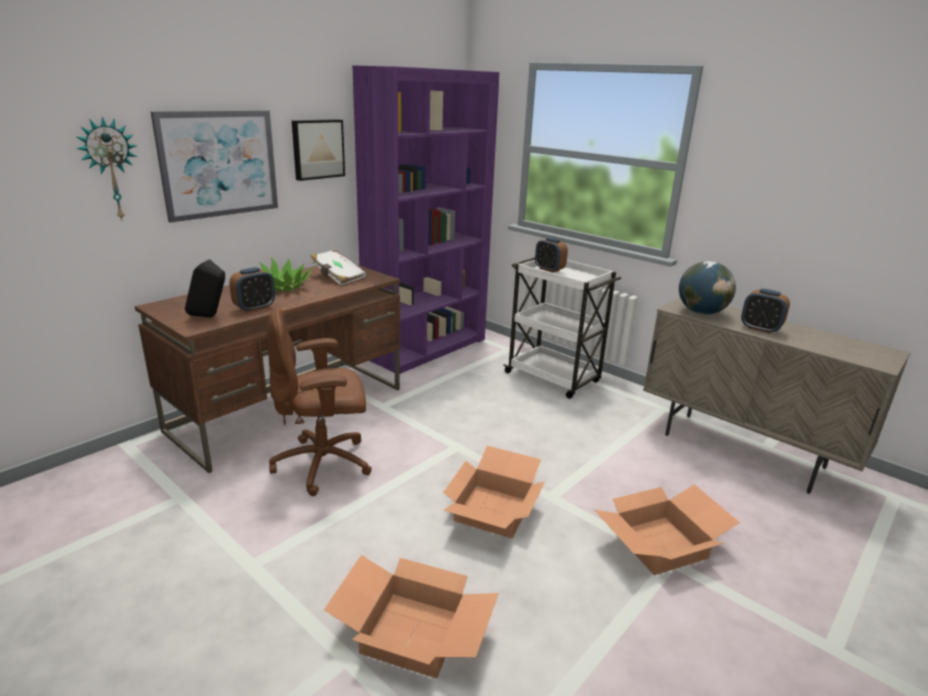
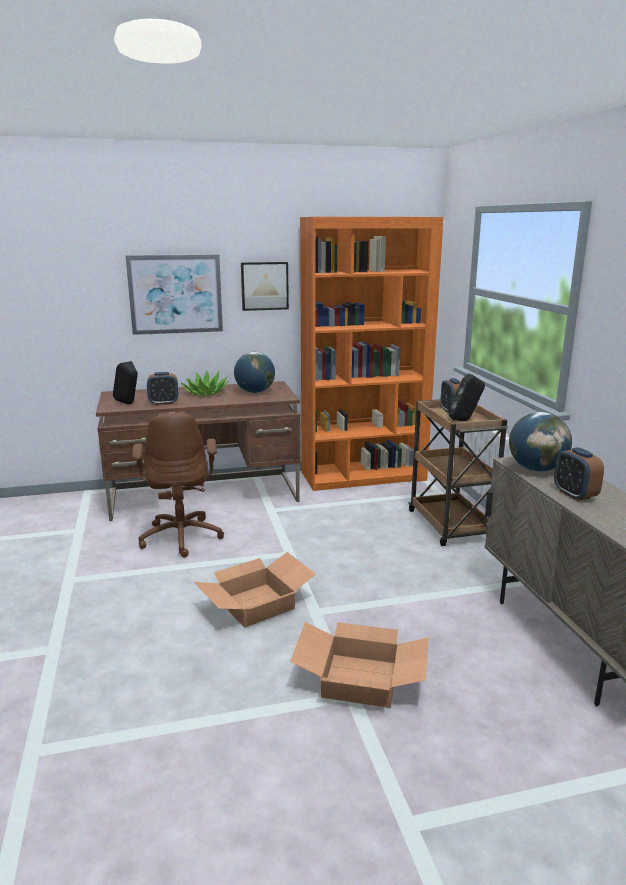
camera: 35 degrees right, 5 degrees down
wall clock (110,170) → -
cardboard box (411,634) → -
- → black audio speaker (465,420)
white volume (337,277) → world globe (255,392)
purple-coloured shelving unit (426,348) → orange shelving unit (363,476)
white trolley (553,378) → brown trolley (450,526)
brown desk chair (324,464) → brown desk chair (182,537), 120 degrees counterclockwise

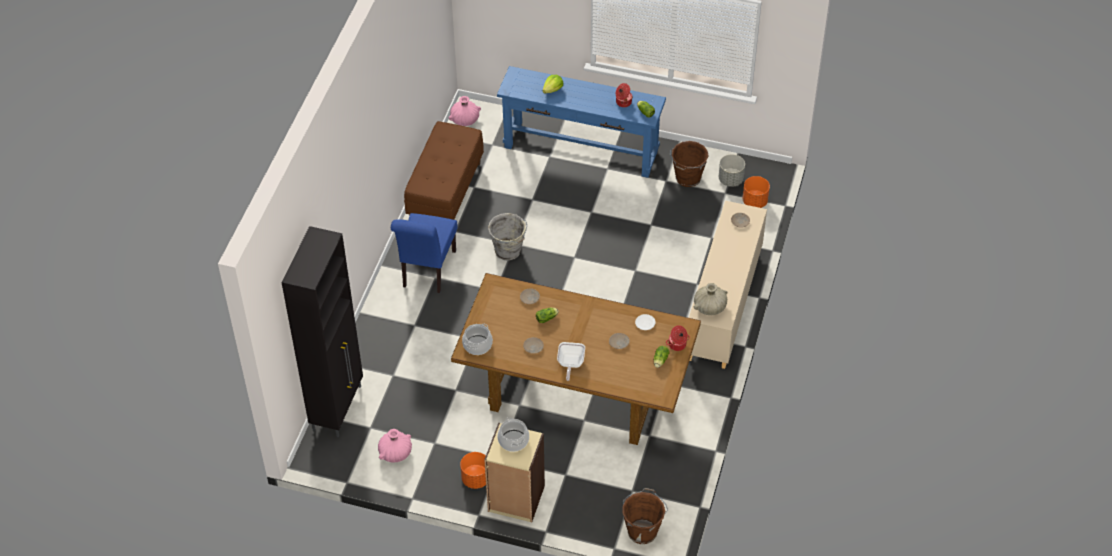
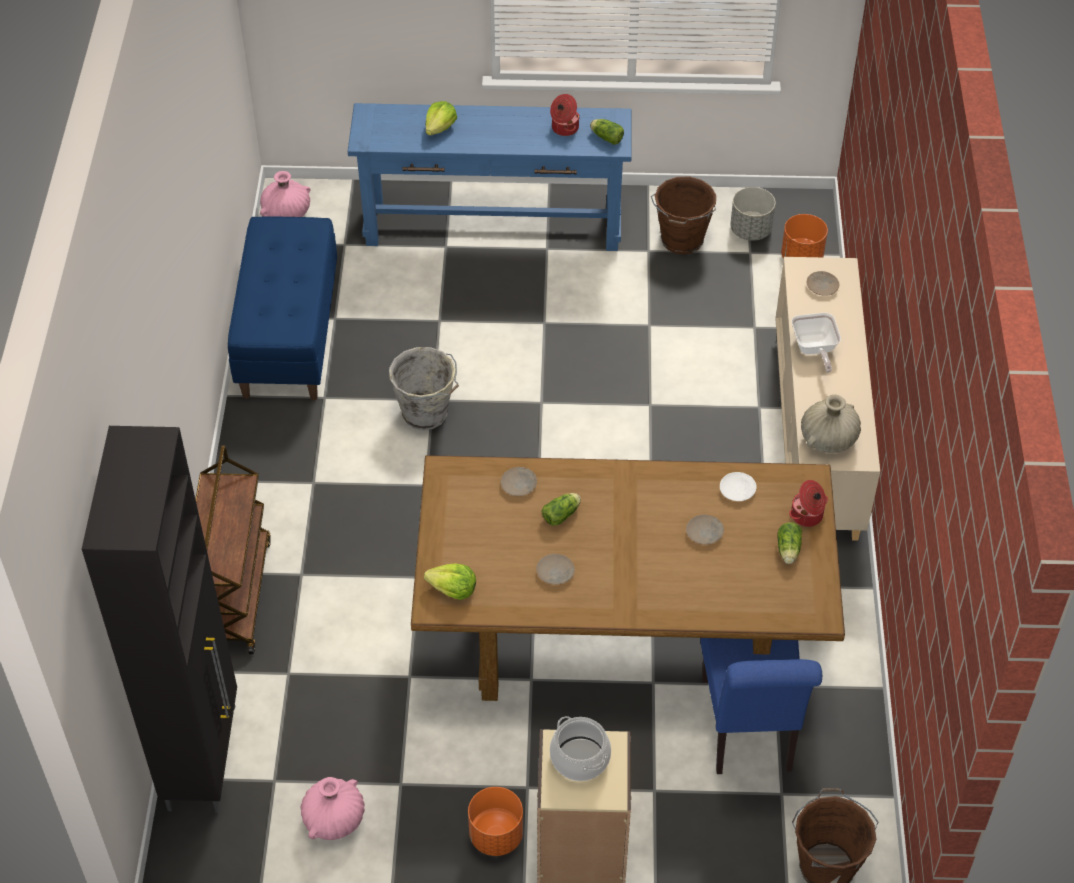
camera: 15 degrees left, 0 degrees up
- → brown trolley (233,594)
blue-coloured upright chair (427,271) → blue-coloured upright chair (748,731), relocated
skillet (570,364) → skillet (814,349), relocated
cooking pot (477,345) → lettuce head (453,590)
brown bench (445,192) → blue-coloured bench (288,335)

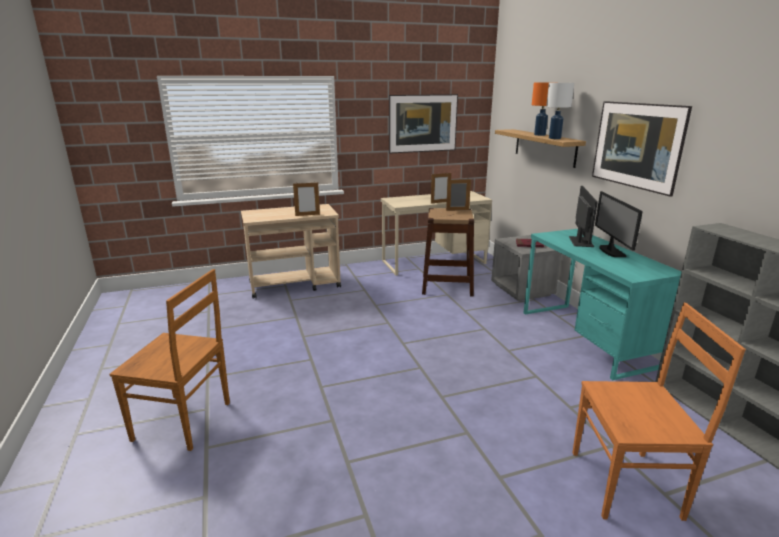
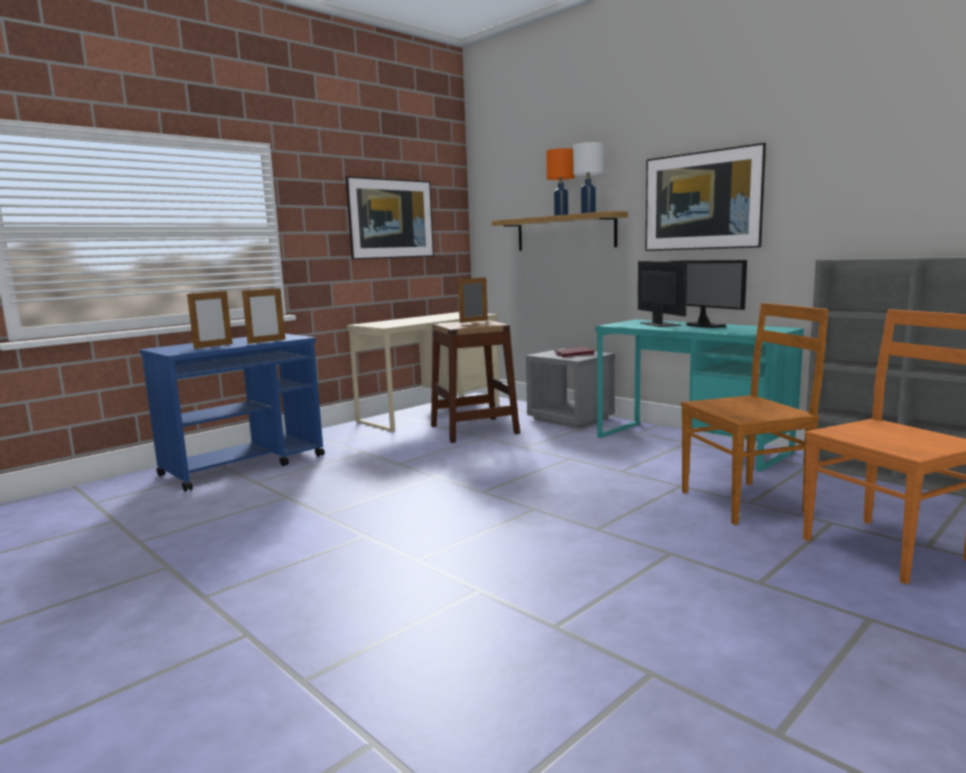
camera: 25 degrees left, 10 degrees down
brown upright chair (185,422) → brown upright chair (745,502), relocated
picture frame (440,202) → picture frame (213,346), relocated
beige-coloured trolley (295,285) → blue-coloured trolley (245,465)

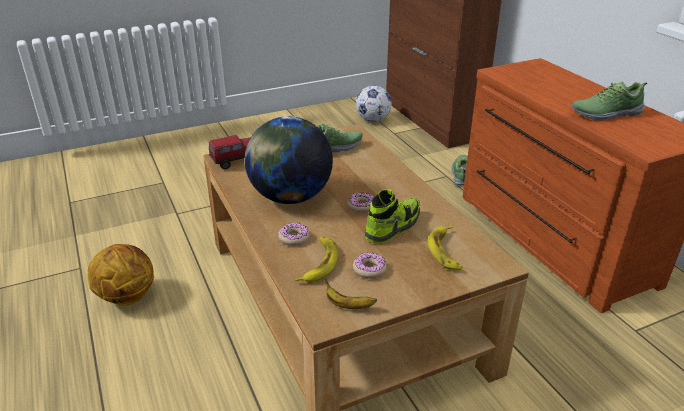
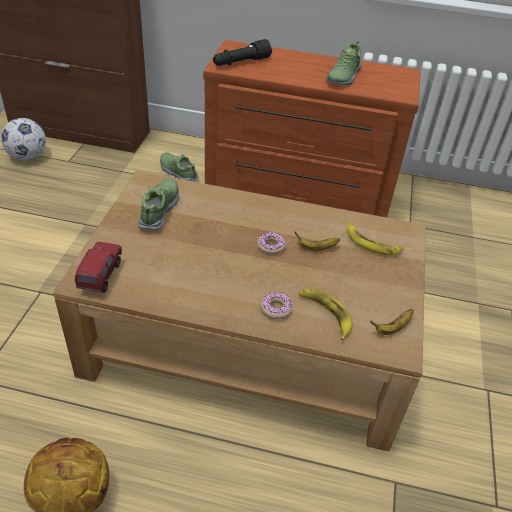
camera: 55 degrees left, 10 degrees up
world globe (290,197) → -
donut (369,269) → -
- → black flashlight (241,63)
item of footwear (392,227) → banana fruit (316,248)

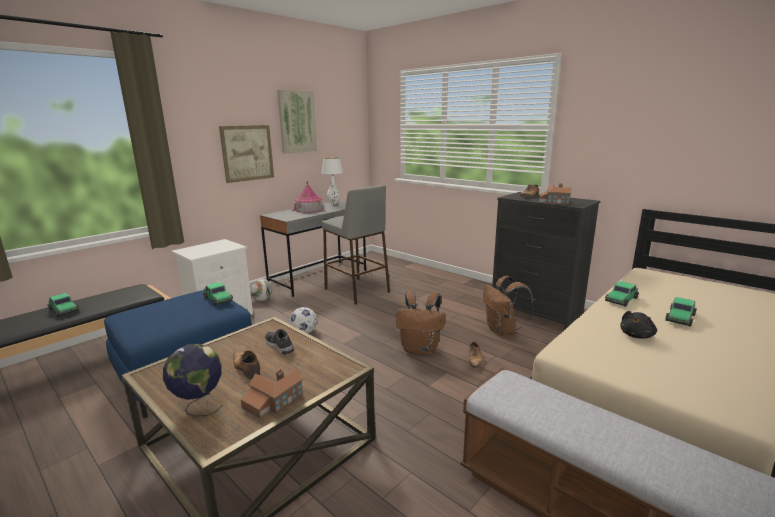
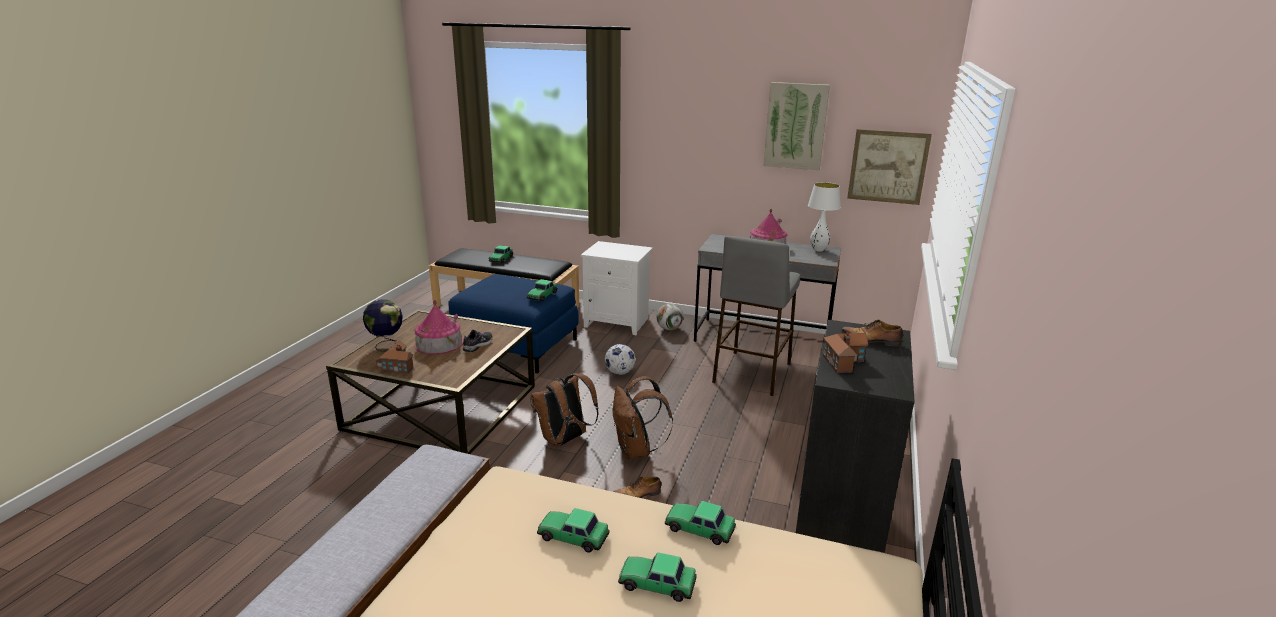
camera: 65 degrees right, 5 degrees up
picture (247,153) → picture (888,166), relocated
brown backpack (502,331) → brown backpack (564,440), relocated
item of footwear (246,368) → model house (439,343)
black plush toy (637,335) → miniature car (573,536)

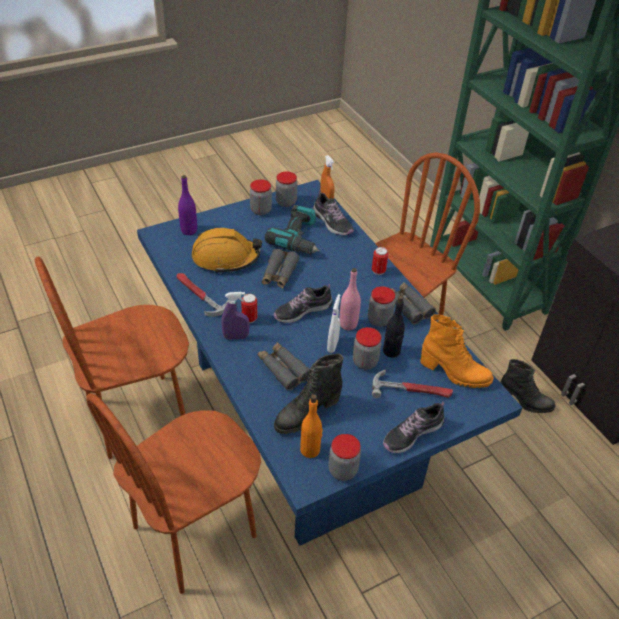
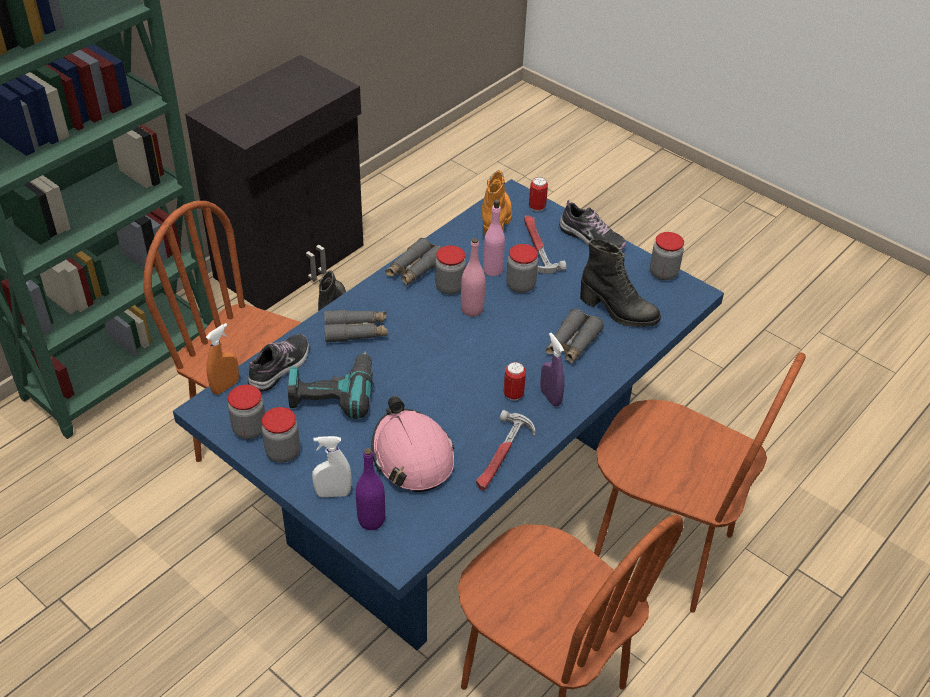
camera: 110 degrees left, 0 degrees up
item of footwear (302,311) → -
orange bottle (310,450) → -
greyish field glasses (279,274) → greyish field glasses (356,331), relocated
white sprayer (332,345) → white sprayer (333,493), relocated
can (378,271) → can (537,207), relocated
orange work helmet (225,257) → pink-coloured work helmet (412,455)
black bottle (391,351) → pink-coloured bottle (493,269)

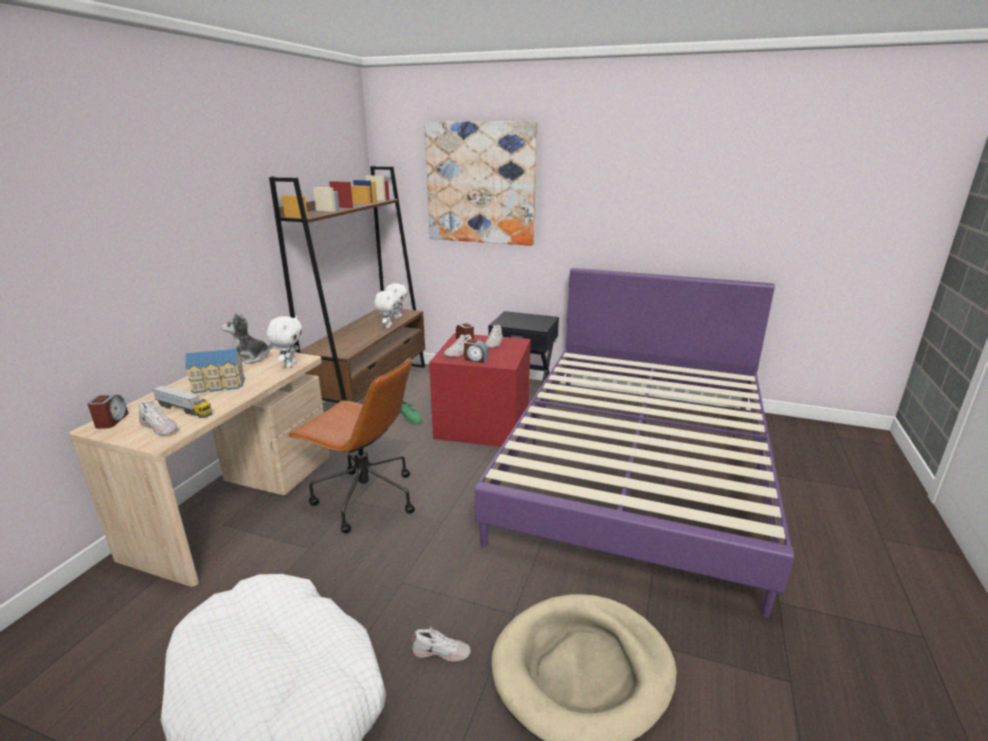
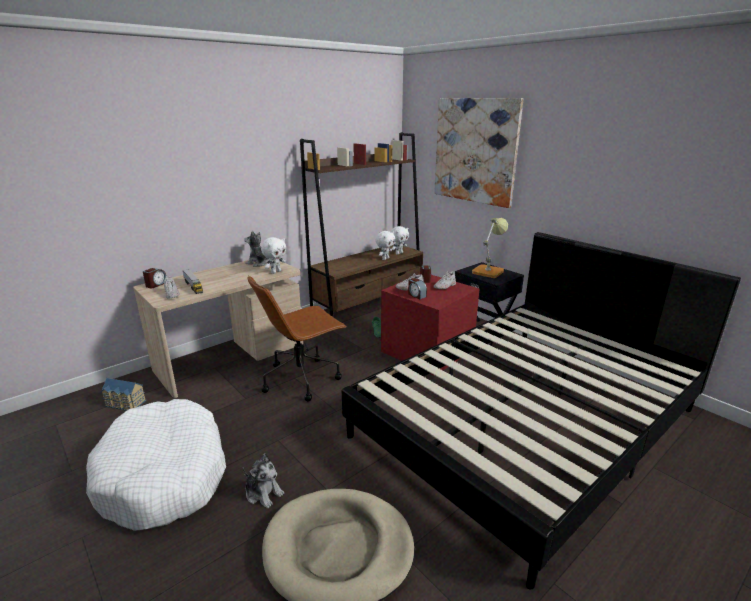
camera: 30 degrees right, 0 degrees up
- → tabletop lamp (489,271)
model house (219,385) → model house (125,403), relocated
white item of footwear (441,652) → plush toy (263,493)
purple-coloured bed (638,467) → black bed (527,422)
brown desk chair (364,498) → brown desk chair (302,378), 90 degrees clockwise

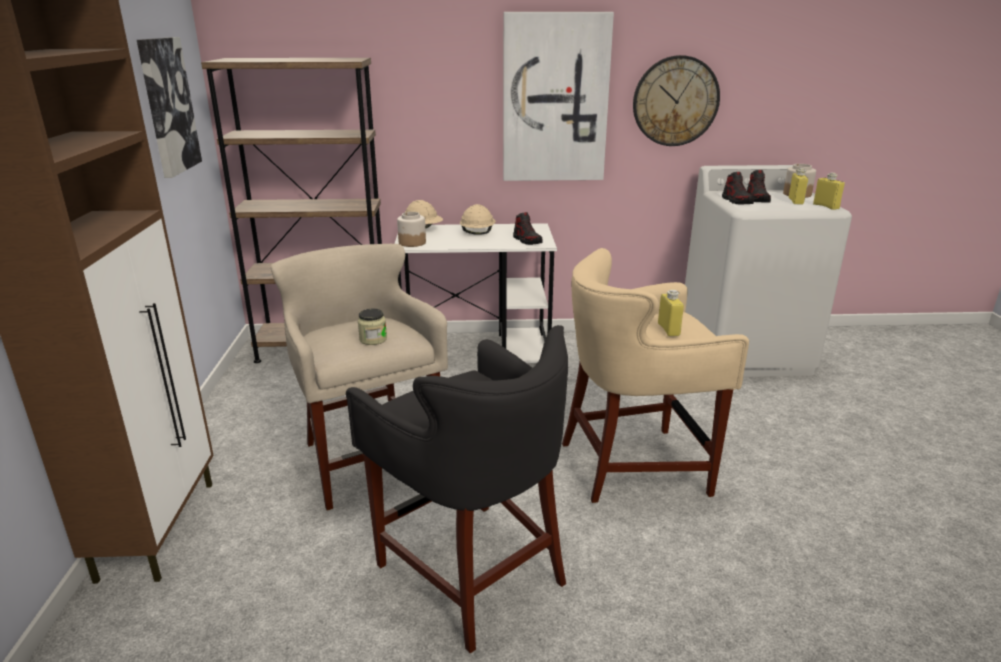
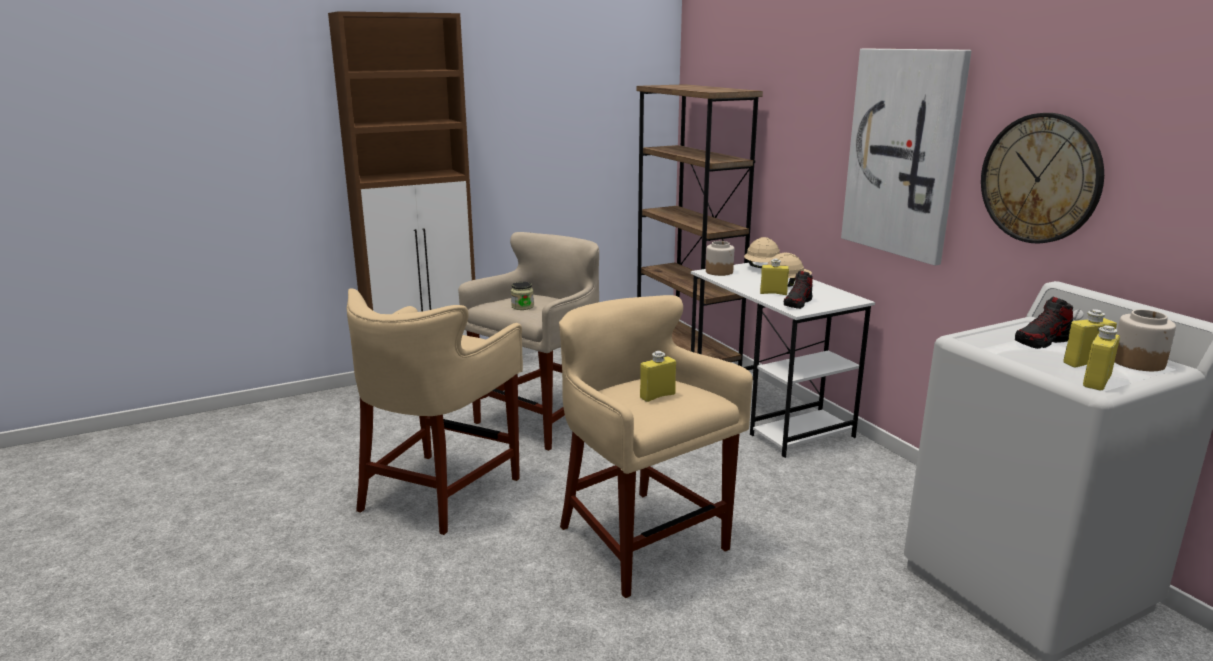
camera: 65 degrees right, 5 degrees down
picture (168,106) → -
item of footwear (737,201) → -
- → yellow bottle (773,293)
black stool (472,570) → beige-coloured stool (440,492)

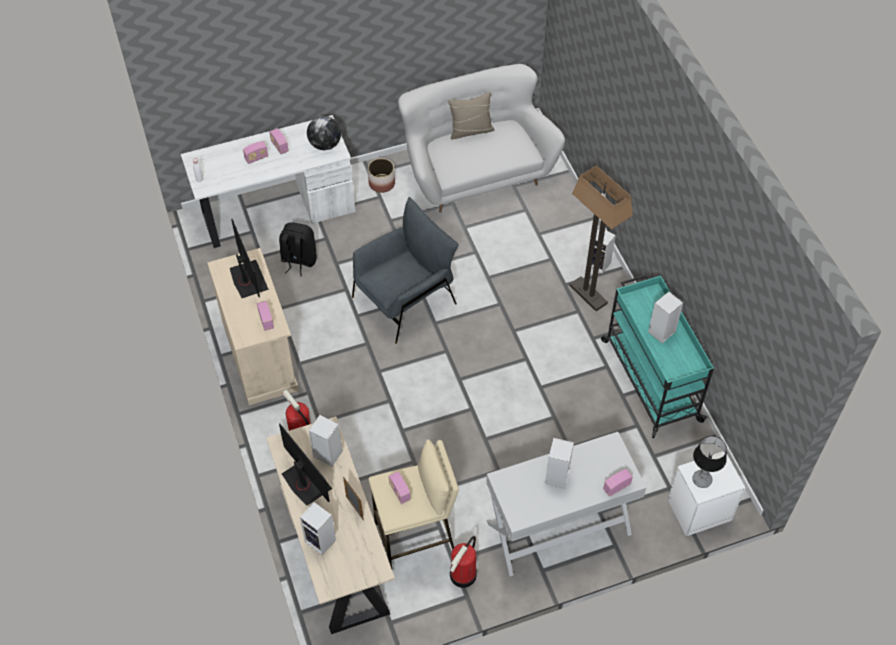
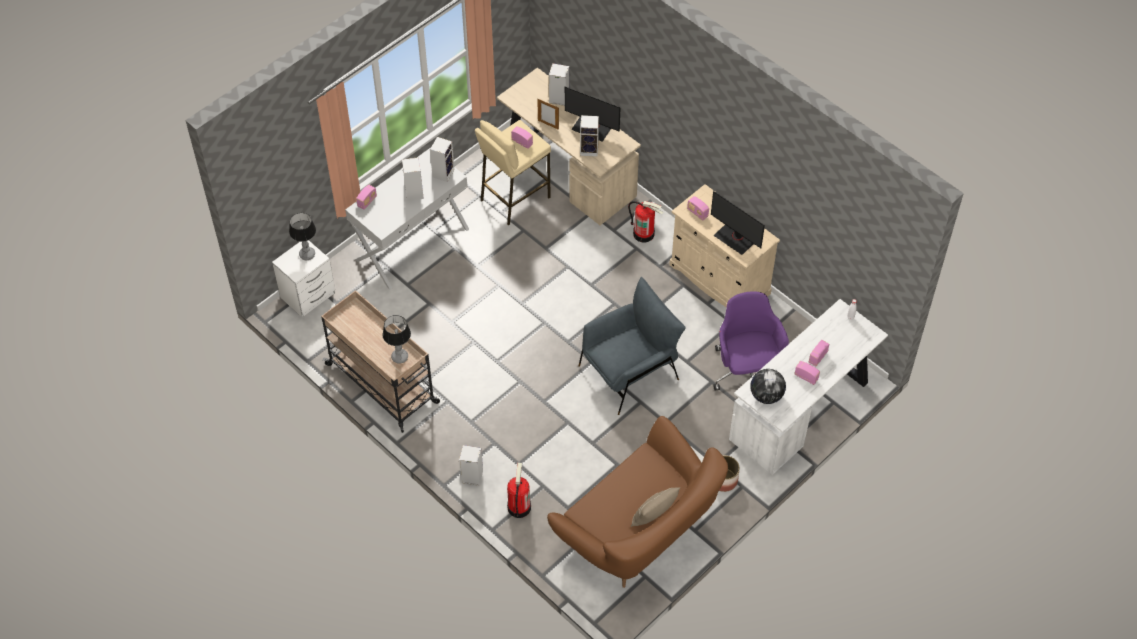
camera: 155 degrees right, 0 degrees up
standing lamp (587,294) → -
- → tabletop lamp (400,357)
fire-fighting cylinder (463,575) → fire-fighting cylinder (518,507), relocated
audio speaker (661,332) → audio speaker (443,172), relocated
black backpack (298,260) → purple-coloured desk chair (746,371)
white couch (476,172) → brown couch (639,531)
turquoise trolley (650,379) → beige-coloured trolley (383,384)
greyish easy chair (405,300) → greyish easy chair (629,372), 150 degrees counterclockwise

